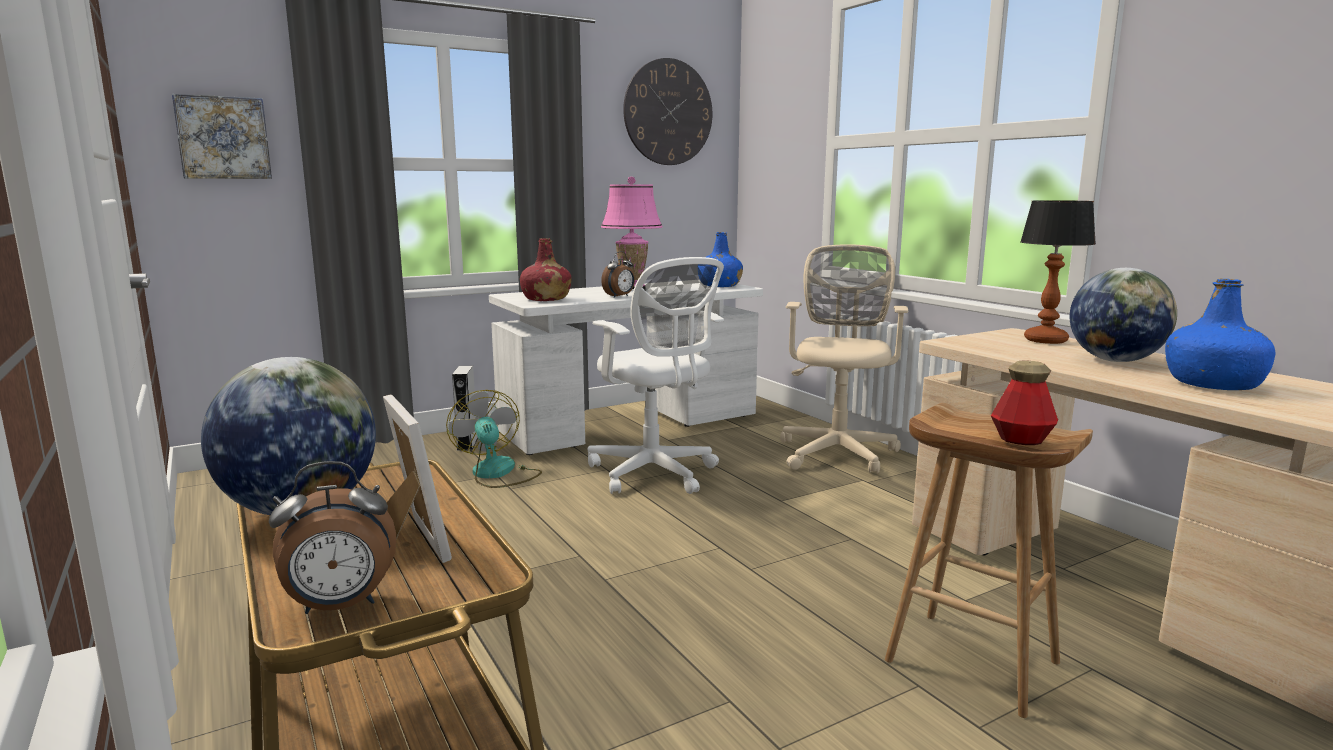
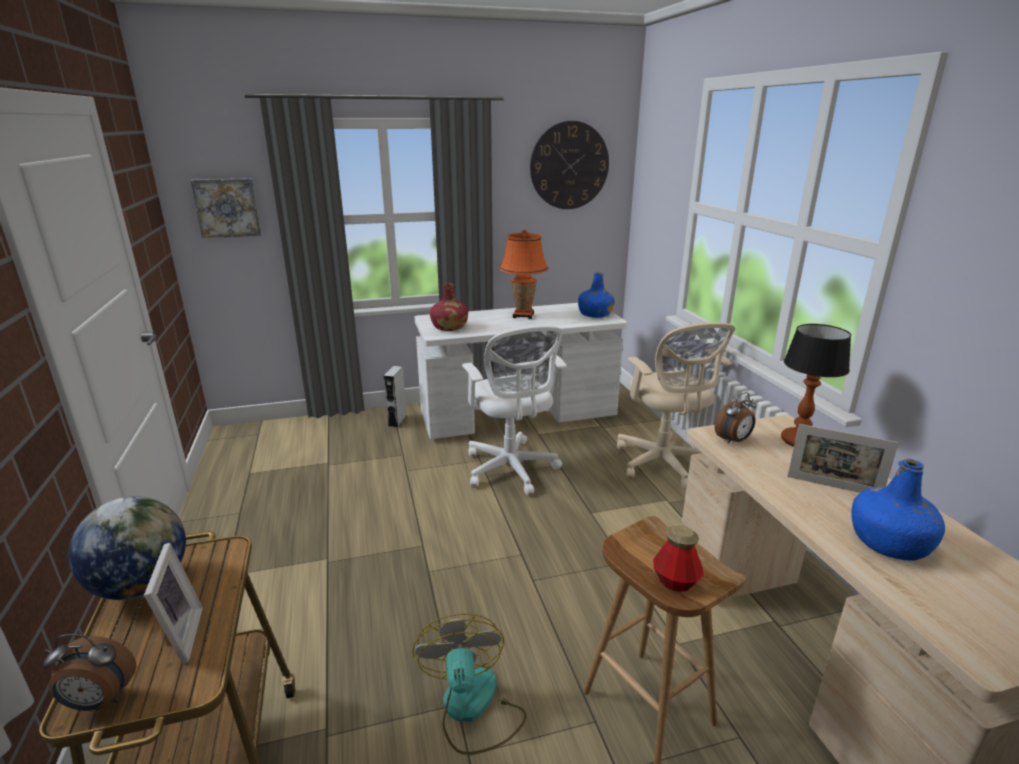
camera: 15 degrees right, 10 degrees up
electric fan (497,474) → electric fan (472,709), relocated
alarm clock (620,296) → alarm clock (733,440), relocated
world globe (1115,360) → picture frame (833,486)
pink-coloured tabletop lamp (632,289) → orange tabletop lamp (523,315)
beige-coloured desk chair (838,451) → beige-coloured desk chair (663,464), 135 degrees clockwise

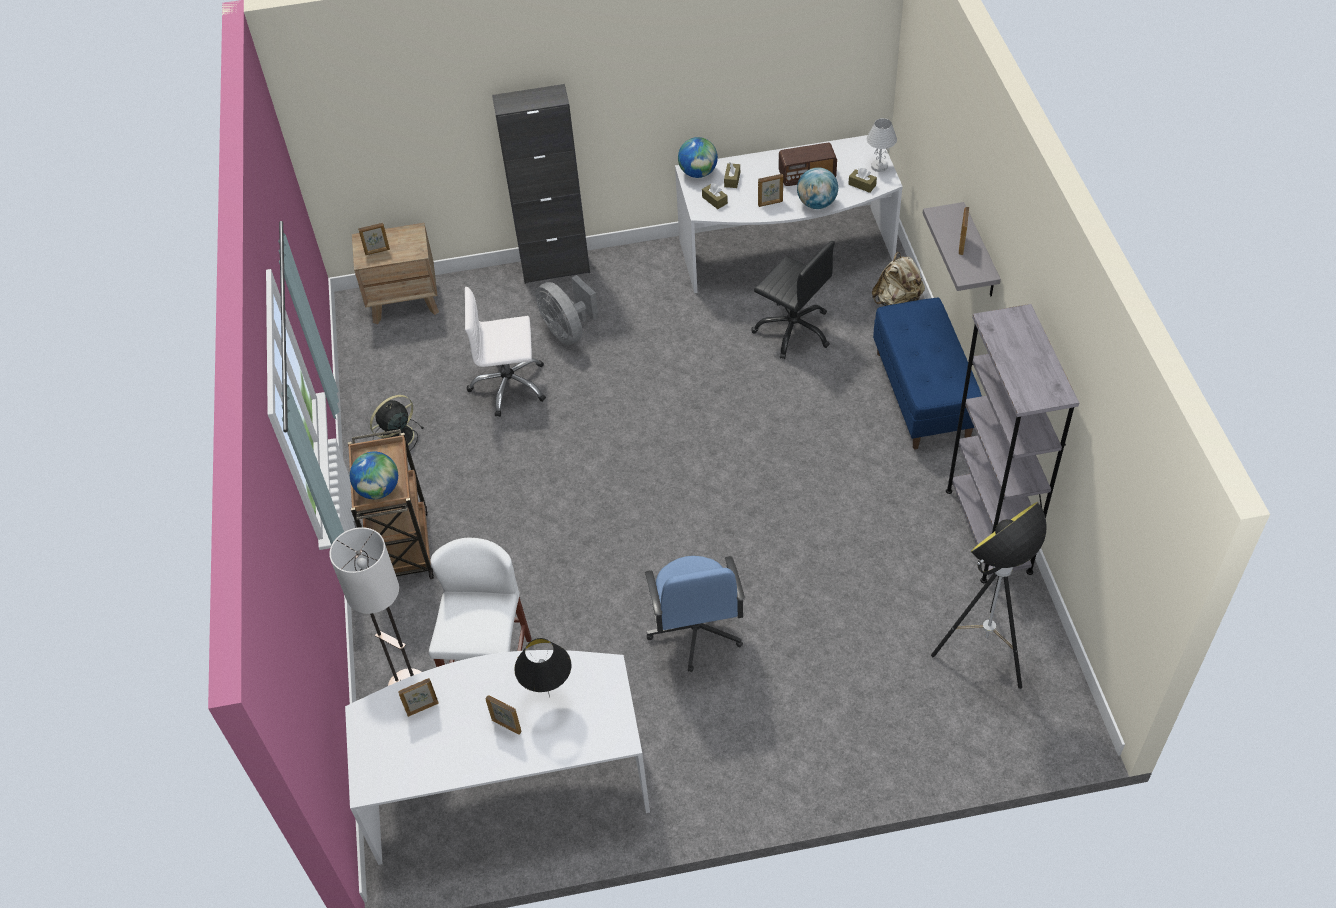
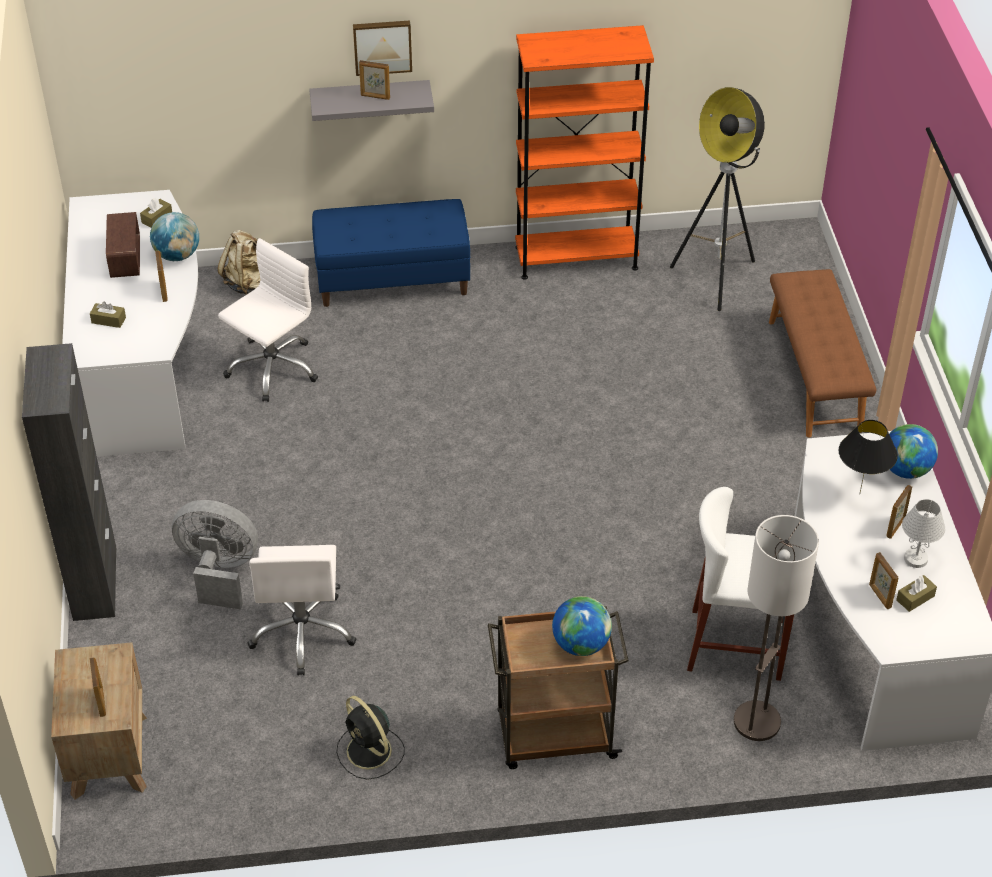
camera: 90 degrees left, 5 degrees down
blue-coloured desk chair (695,631) → -
- → picture (382,46)
- → brown bench (815,375)
world globe (698,173) → world globe (905,470), relocated
brown tissue box (714,200) → brown tissue box (915,598), relocated
white tabletop lamp (879,166) → white tabletop lamp (915,558), relocated
black desk chair (793,330) → white desk chair (272,368)
greyish shelving unit (988,530) → orange shelving unit (576,257)
greyish electric fan (568,331) → greyish electric fan (219,572), 135 degrees counterclockwise

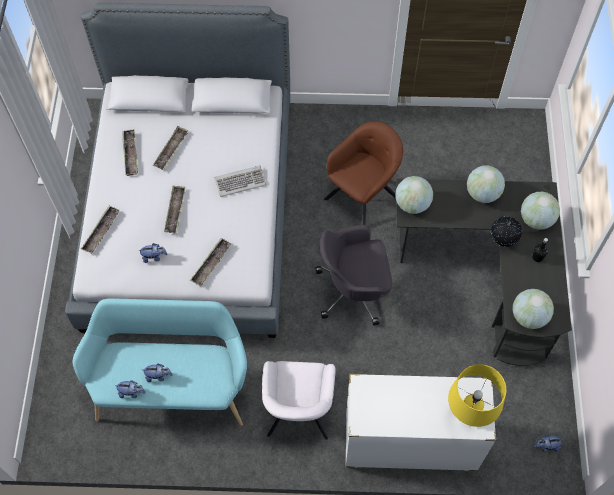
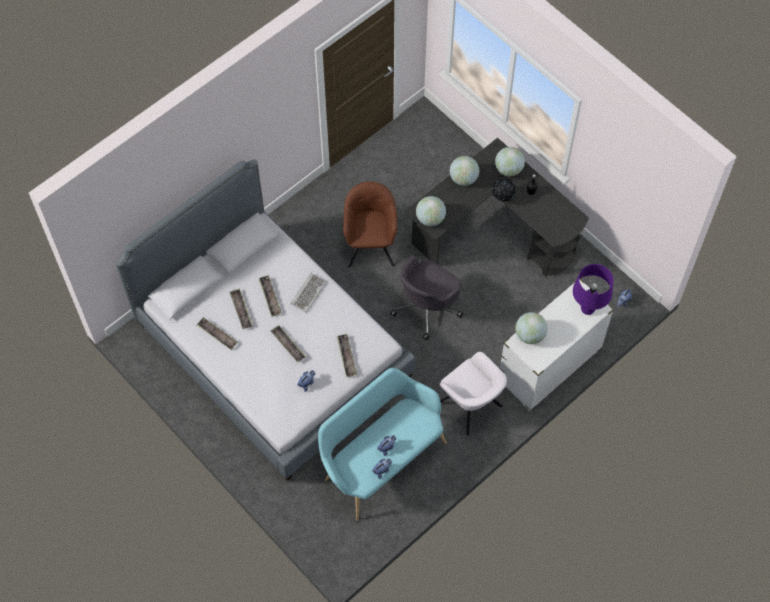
camera: 45 degrees left, 0 degrees up
carrying tray (101,231) → carrying tray (270,297), relocated
world globe (529,316) → world globe (530,335), relocated
yellow tabletop lamp (468,415) → purple-coloured tabletop lamp (587,309)

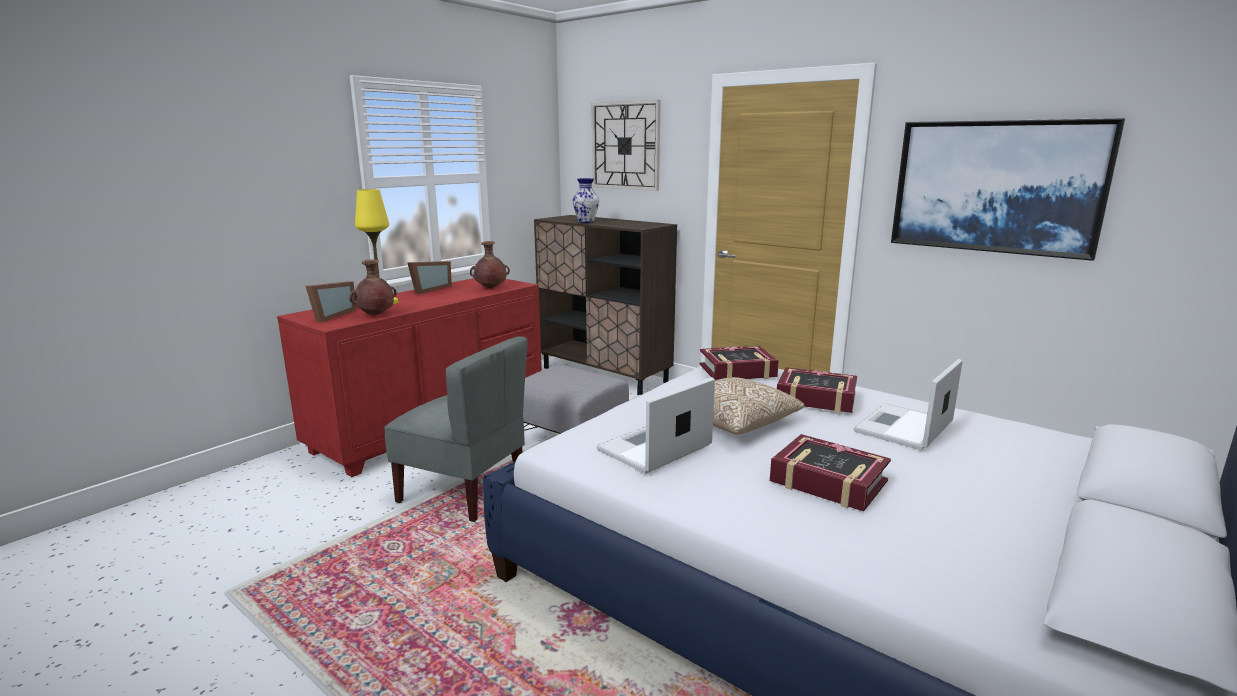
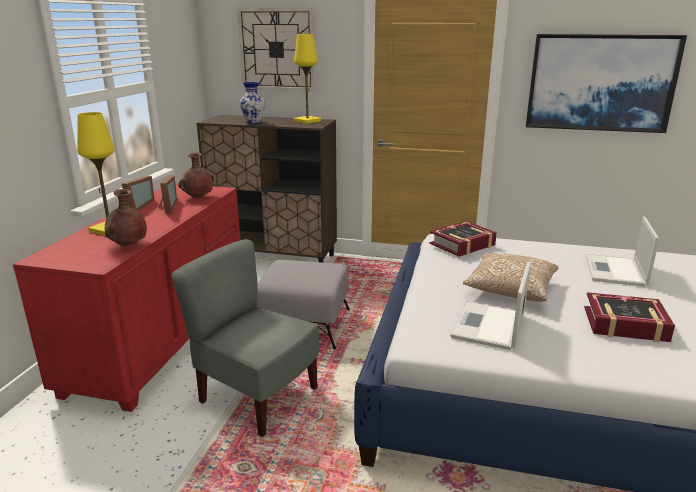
camera: 25 degrees left, 5 degrees up
volume (816,398) → -
- → yellow tabletop lamp (307,121)
picture frame (330,316) → picture frame (166,207), relocated
greyish upright chair (464,492) → greyish upright chair (257,396), 150 degrees counterclockwise

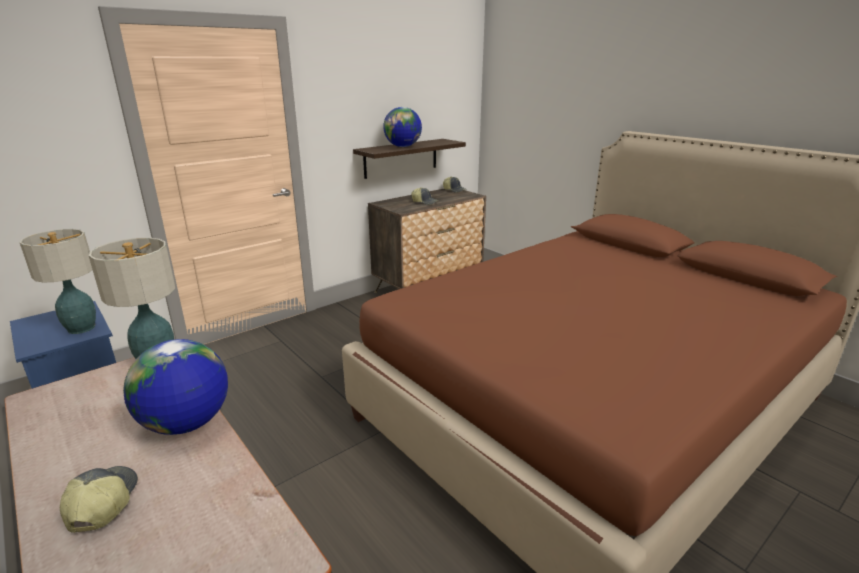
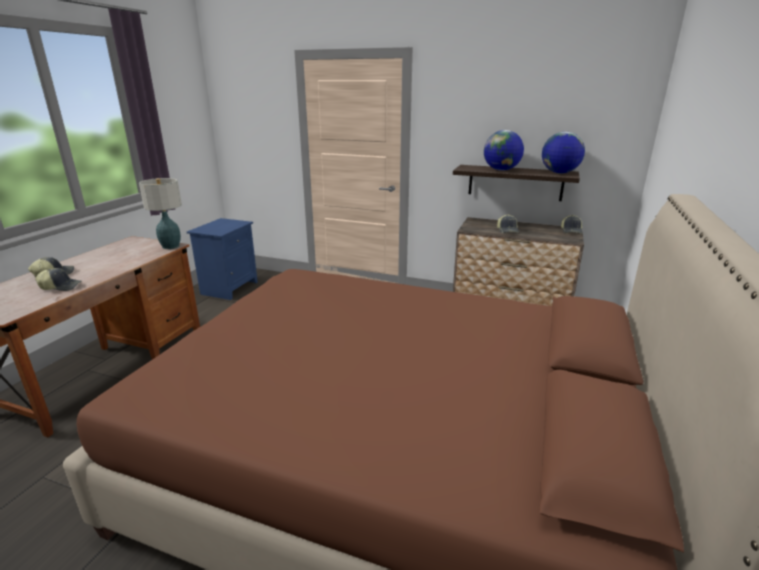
camera: 60 degrees right, 0 degrees up
tabletop lamp (80,328) → -
- → peaked cap (61,287)
world globe (186,424) → world globe (559,173), relocated

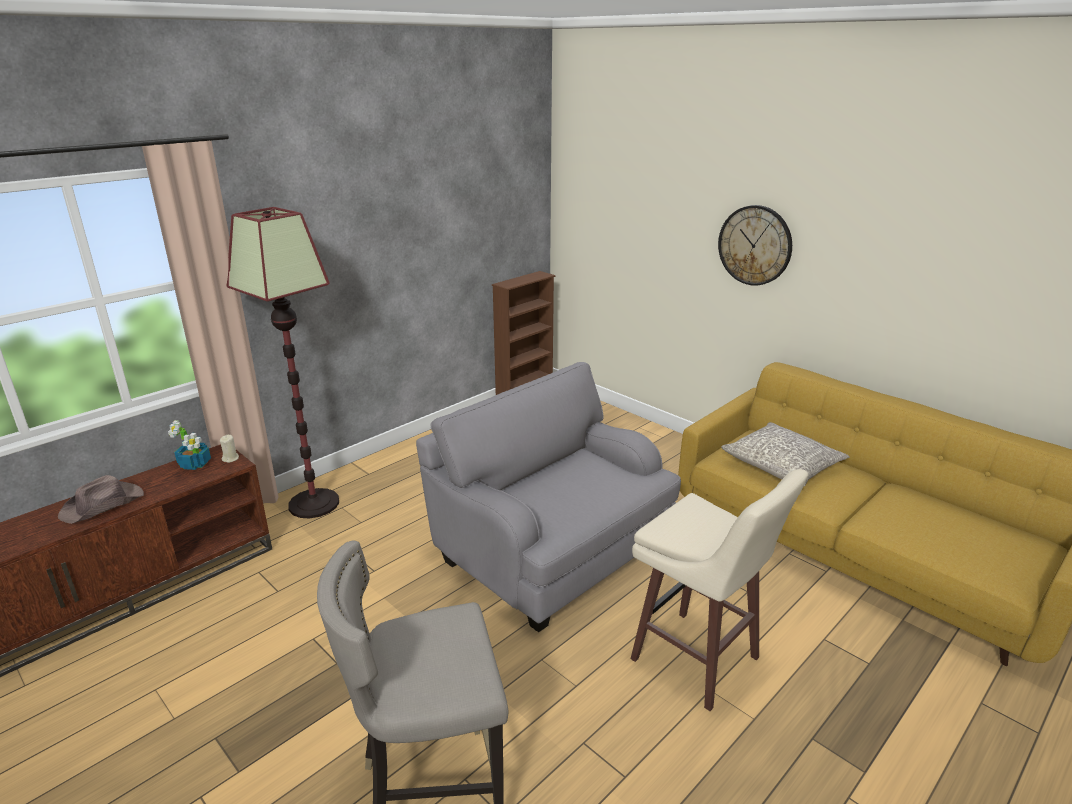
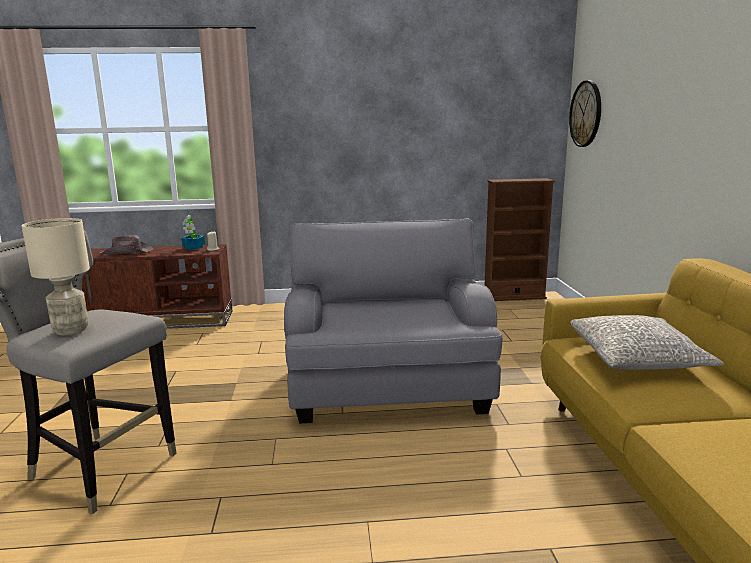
camera: 40 degrees right, 10 degrees down
standing lamp (313,504) → -
beige-coloured stool (697,661) → -
- → beige-coloured tabletop lamp (71,330)
wall clock (755,245) → wall clock (586,114), relocated

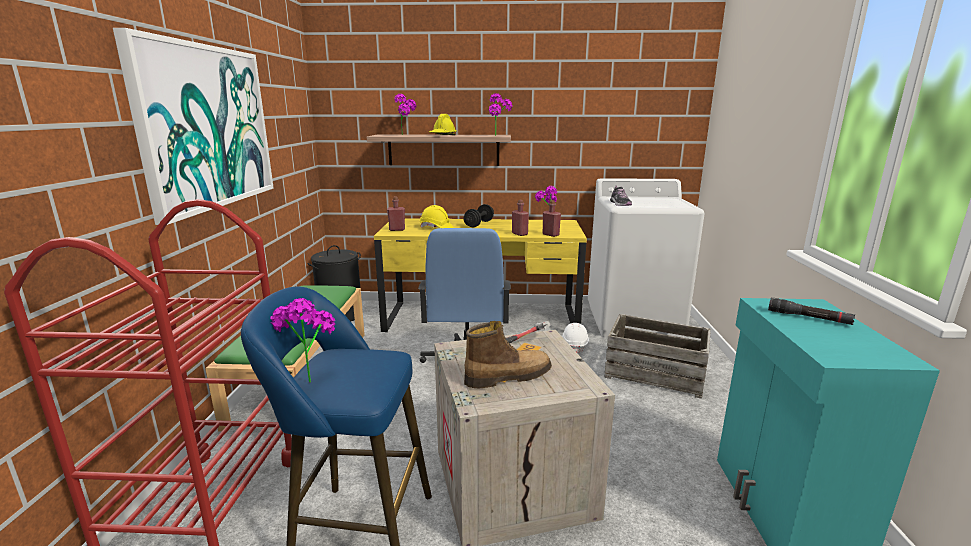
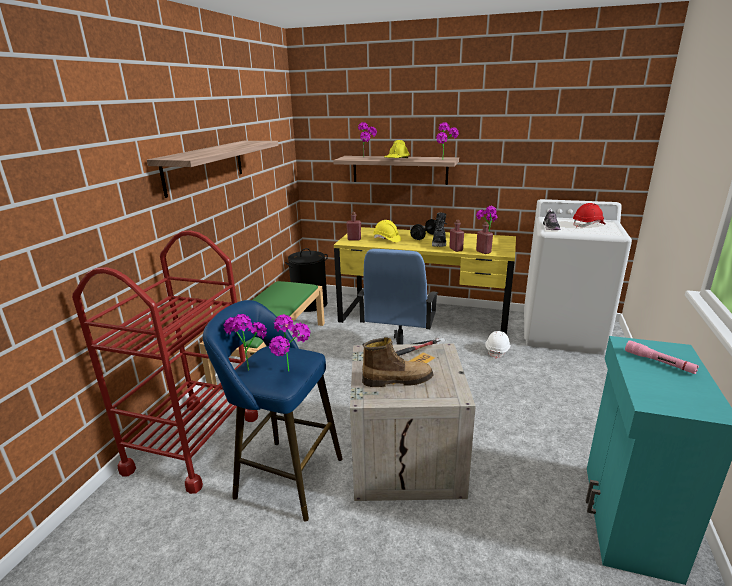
camera: 15 degrees right, 5 degrees up
packing crate (655,372) → -
- → plant in a pot (293,374)
- → black high-top boot (439,243)
- → red work helmet (588,225)
picture (207,127) → shelf (204,166)
black flashlight (808,318) → pink-coloured flashlight (659,362)

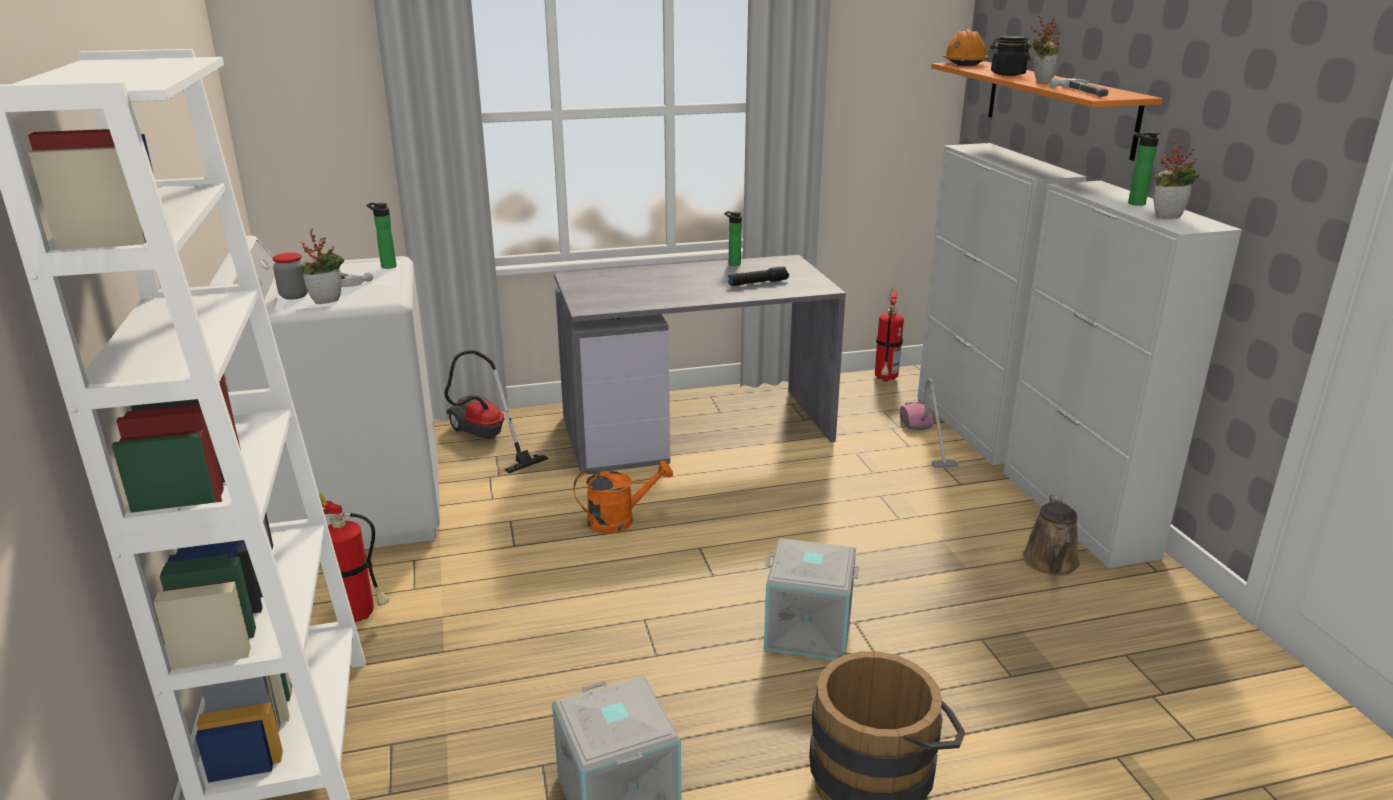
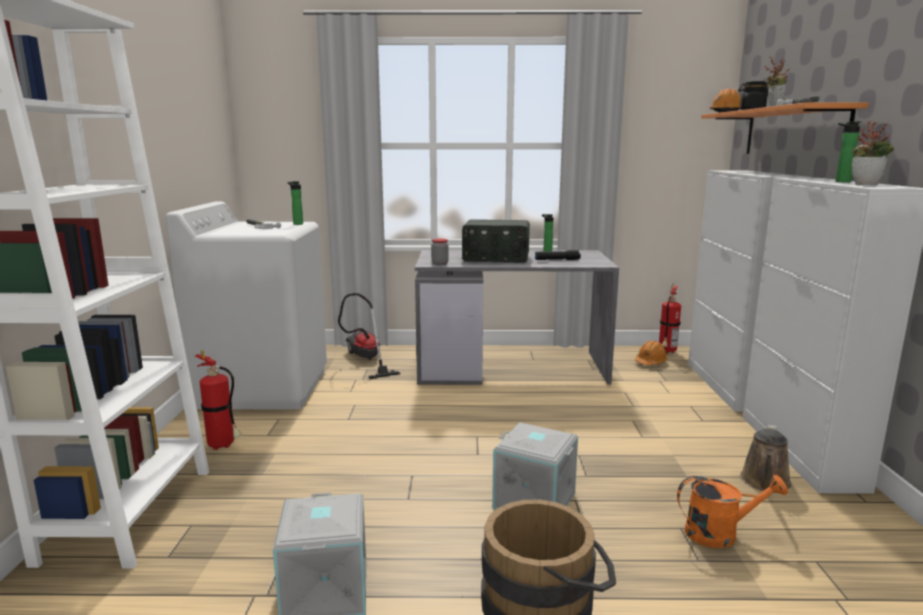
camera: 15 degrees right, 10 degrees down
plant in a pot (328,300) → -
vacuum (927,441) → -
- → radio receiver (496,258)
- → orange work helmet (650,362)
preserve jar (294,296) → preserve jar (440,264), relocated
orange sprinkling can (619,520) → orange sprinkling can (720,533), relocated

